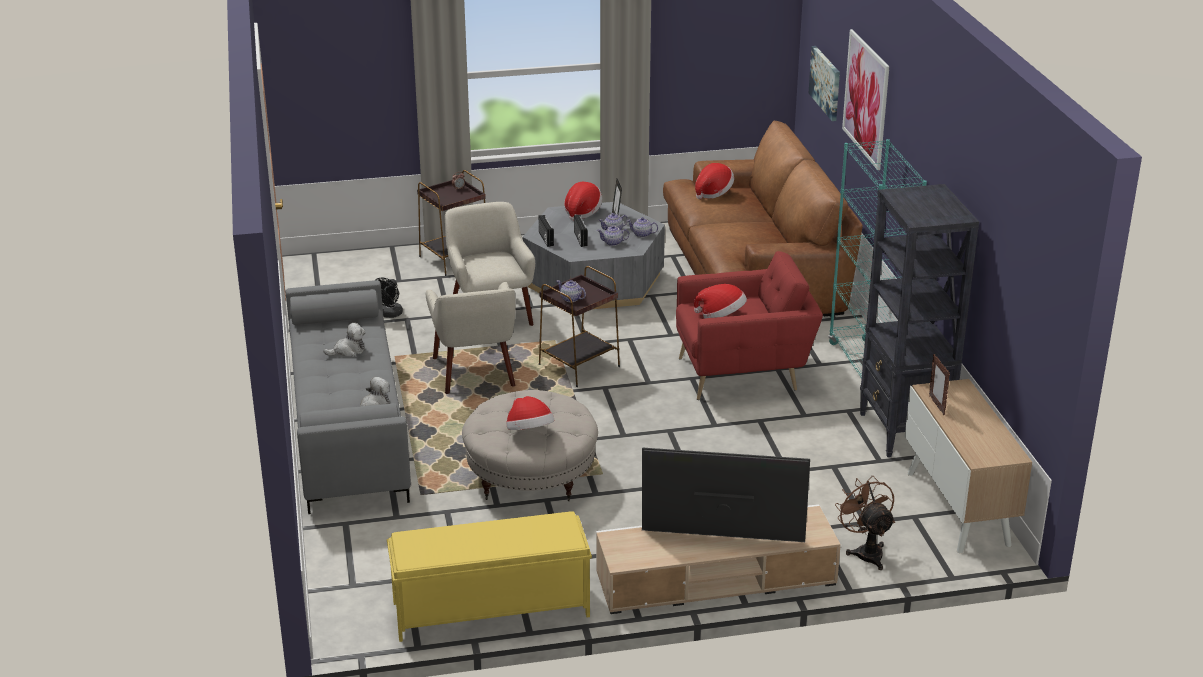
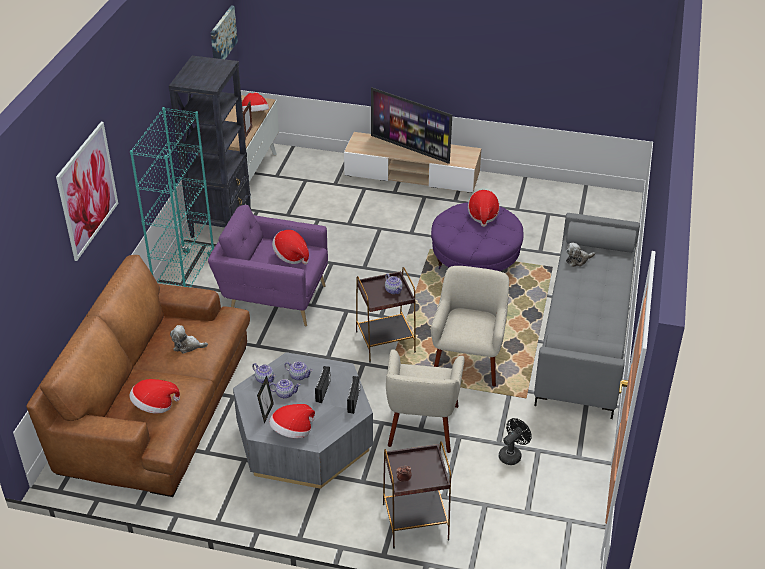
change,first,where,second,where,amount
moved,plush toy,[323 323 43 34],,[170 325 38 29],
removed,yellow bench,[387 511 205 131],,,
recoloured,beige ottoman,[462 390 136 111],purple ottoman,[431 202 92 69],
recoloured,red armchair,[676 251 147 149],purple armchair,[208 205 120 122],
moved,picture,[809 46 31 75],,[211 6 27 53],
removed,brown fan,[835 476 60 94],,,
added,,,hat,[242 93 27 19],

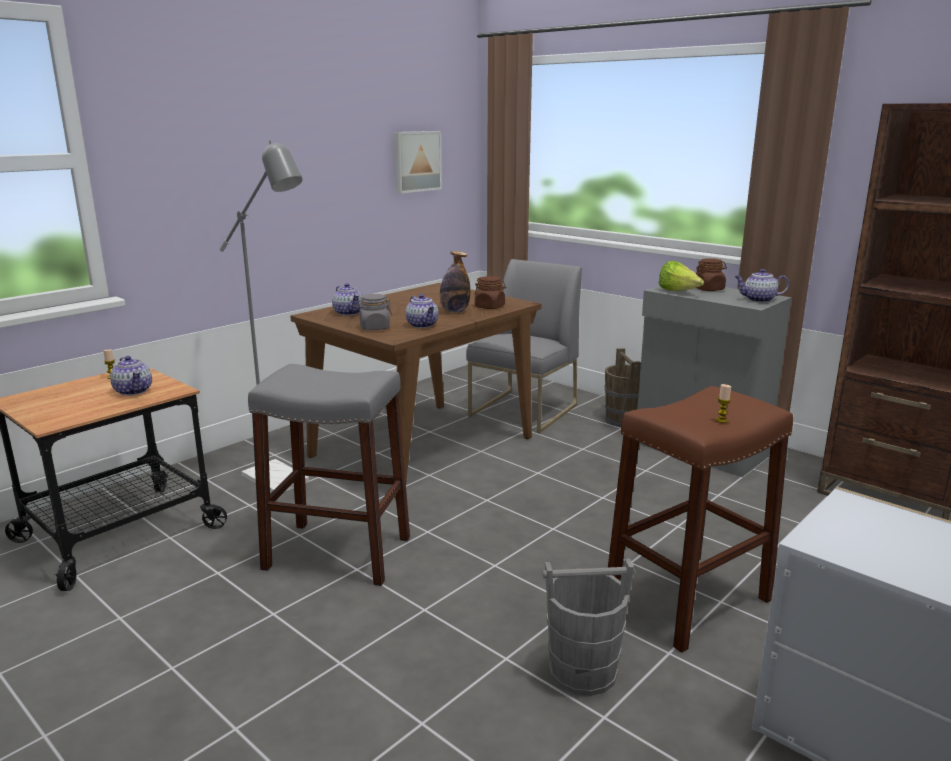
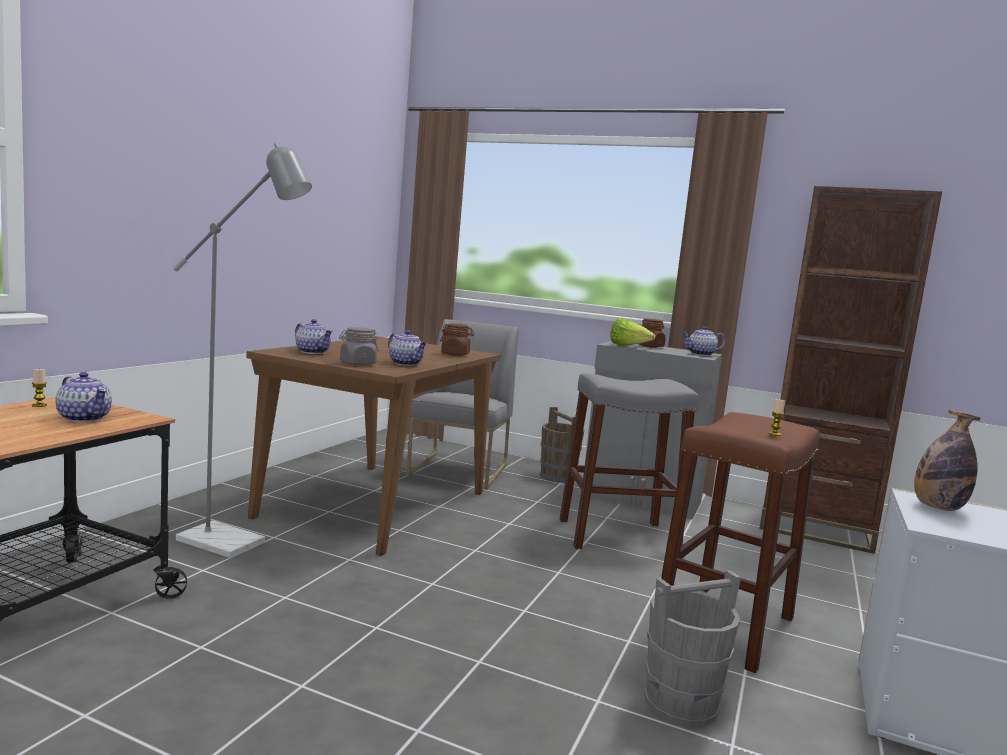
change,first,where,second,where,amount
moved,grey stool,[248 364 162 222],,[560 373 139 176],
removed,picture,[394 131 48 63],,,
moved,bottle,[440 251 30 62],,[914 410 66 101],

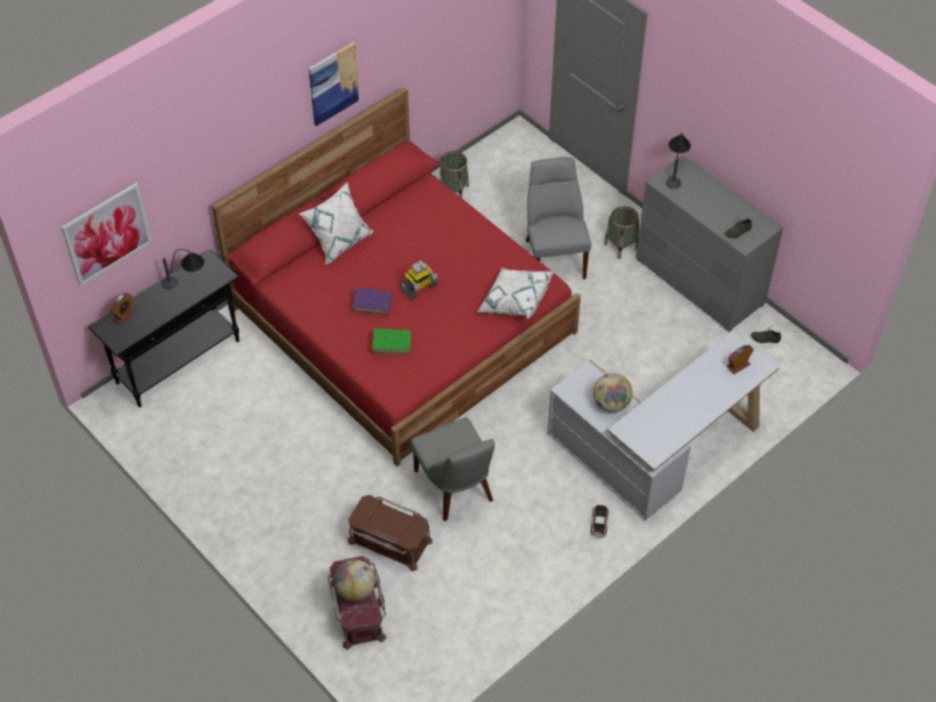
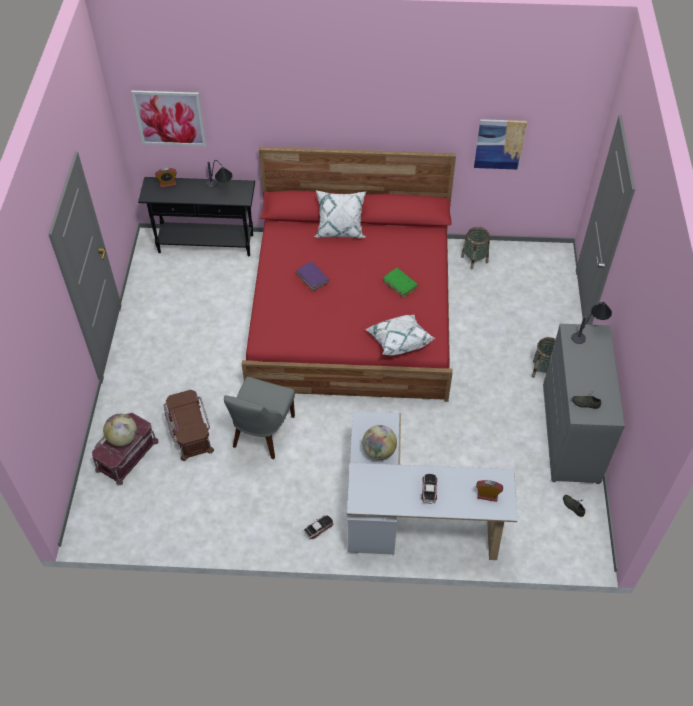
change,first,where,second,where,amount
moved,picture,[309 42 51 84],,[474 119 53 51],
moved,green book,[372 328 39 26],,[383 268 35 30],
removed,toy robot,[400 260 38 40],,,
removed,grey chair,[526 157 65 122],,,
added,,,toy car,[421 474 16 30],

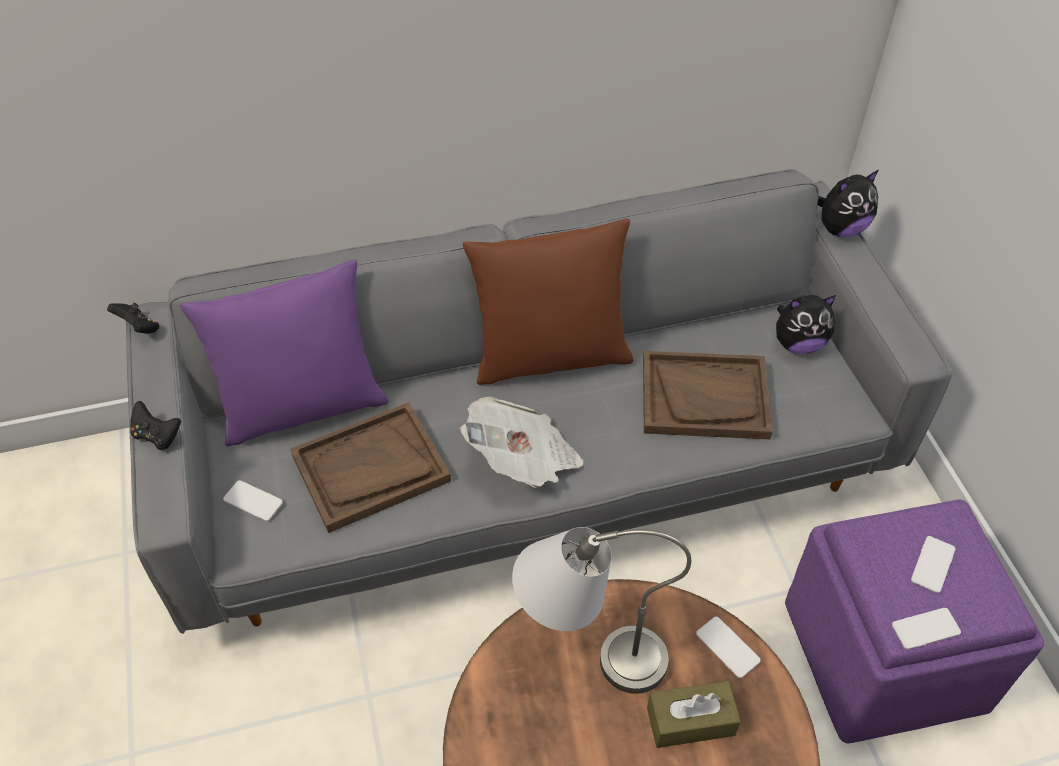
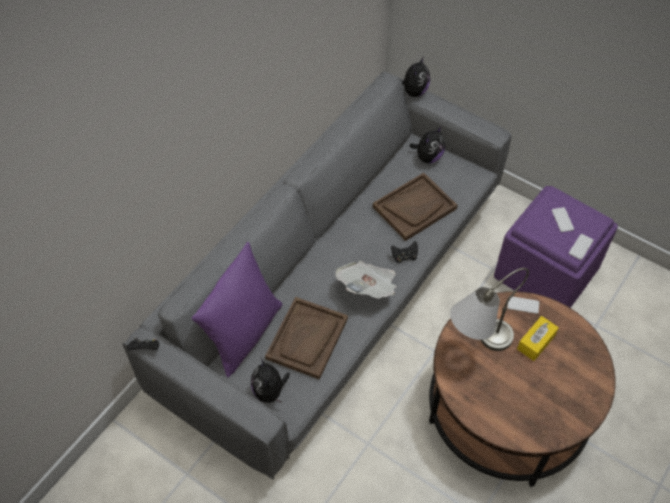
change,first,where,second,where,amount
moved,black game controller,[130 401 51 49],,[391 241 27 22],
replaced,phone,[223 480 60 41],plush toy,[251 359 39 44],
removed,brown pillow,[463 218 171 167],,,
recoloured,brown tissue box,[647 681 94 67],yellow tissue box,[517 316 42 45],

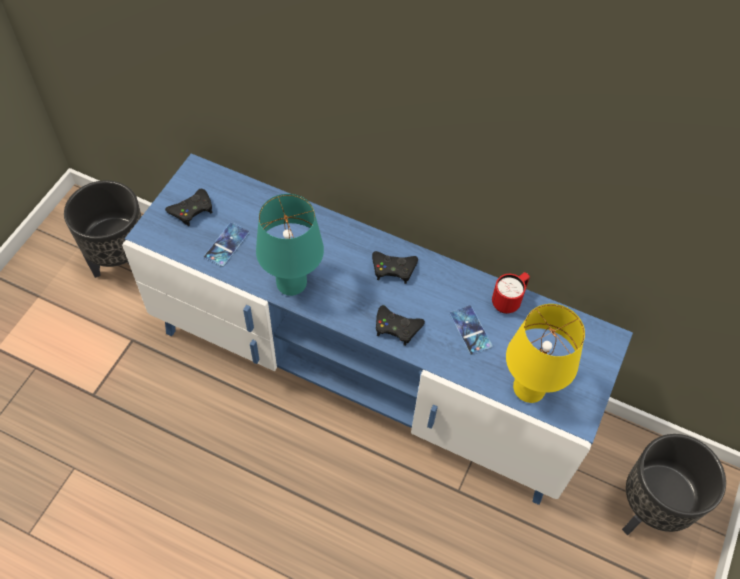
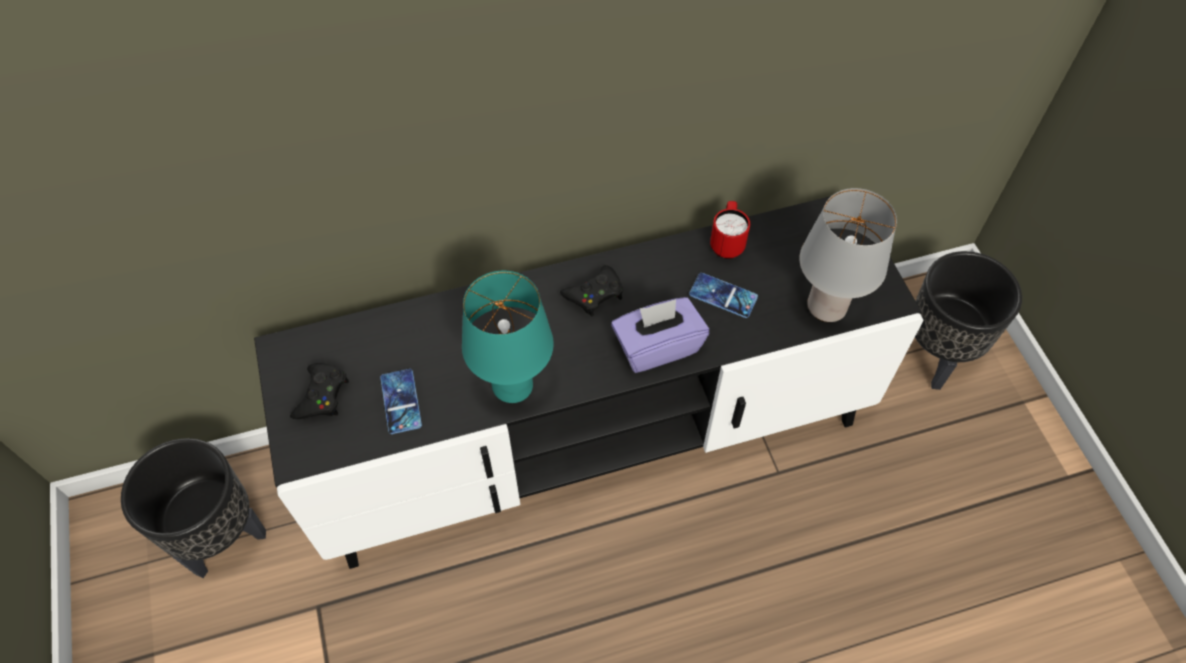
change,first,where,second,where,amount
recoloured,blue tv stand,[122 153 511 352],black tv stand,[254 196 669 373],
replaced,black game controller,[376 305 49 41],purple tissue box,[611 297 98 76],
recoloured,yellow table lamp,[506 304 79 99],grey table lamp,[799 188 98 134],

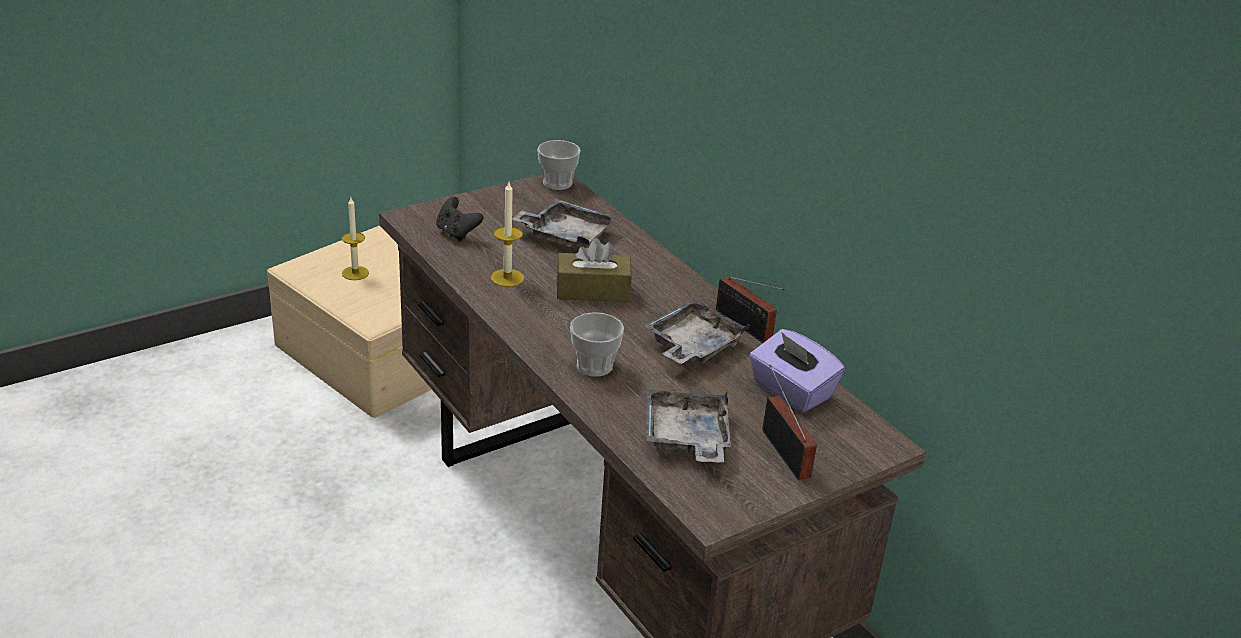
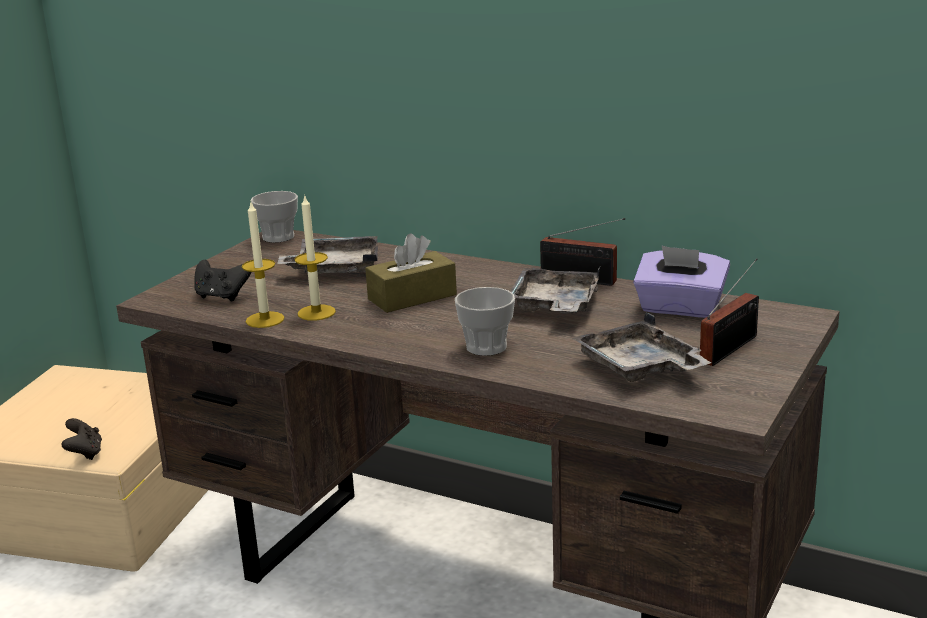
change,first,where,second,where,amount
moved,candle,[342 198 27 82],,[242 202 43 126],
turned,radio,[762 365 55 115],,[700 258 59 108],90 degrees clockwise
added,,,black game controller,[61 418 41 42],

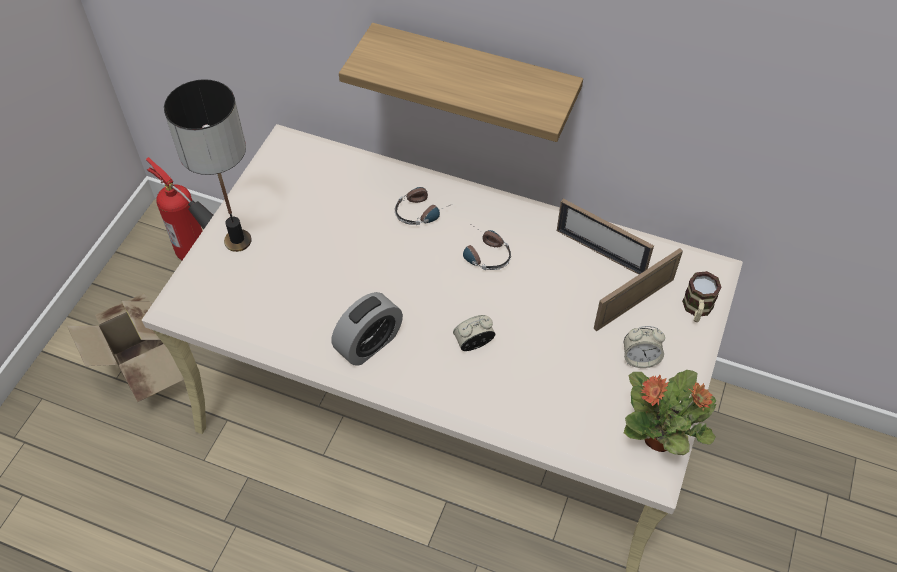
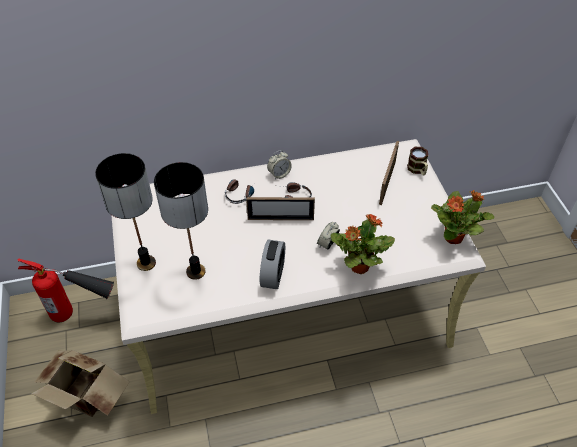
change,first,where,second,where,amount
removed,shelf,[339 23 244 119],,,
moved,picture frame,[557 199 97 76],,[246 197 69 23],
moved,alarm clock,[624 326 41 42],,[267 150 25 29],
added,,,table lamp,[154 162 54 118],
added,,,potted plant,[331 214 64 60],

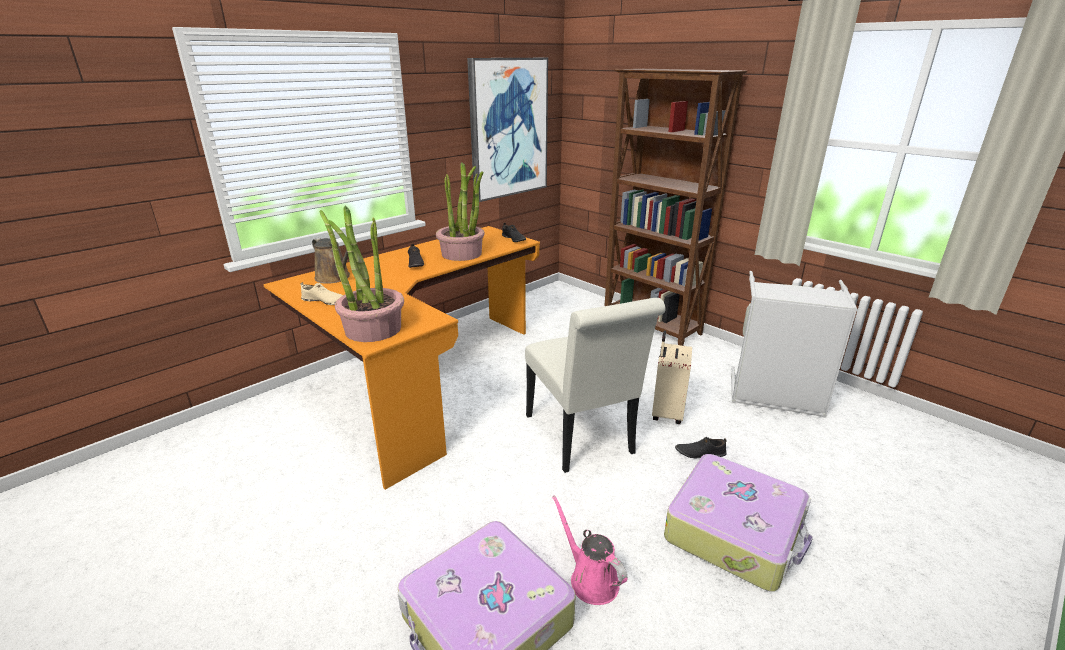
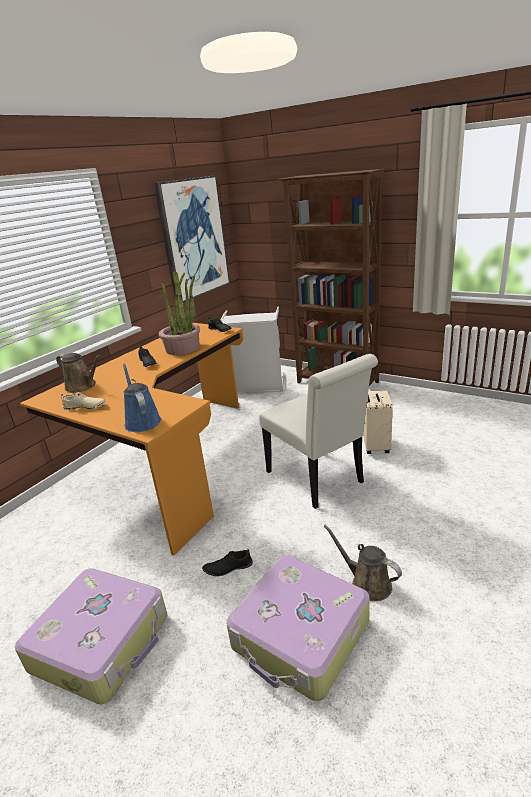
change,first,where,second,where,amount
replaced,potted plant,[319 206 85 136],blue watering can,[123 364 38 68],
recoloured,pink watering can,[552 495 75 110],brown watering can,[324 525 78 76],
moved,suitcase,[664 454 149 137],,[15 568 152 136],
moved,black shoe,[675 437 52 21],,[202 549 51 27],
moved,grey laundry basket,[731 271 127 147],,[220 307 65 87],

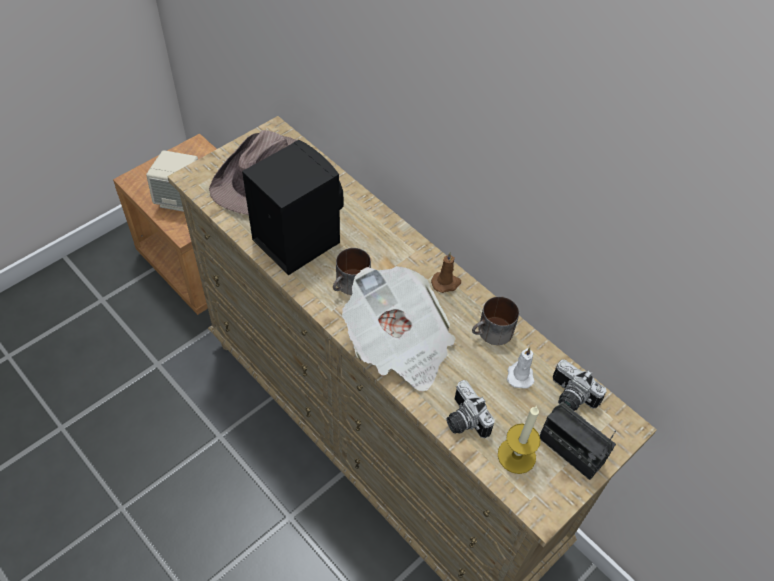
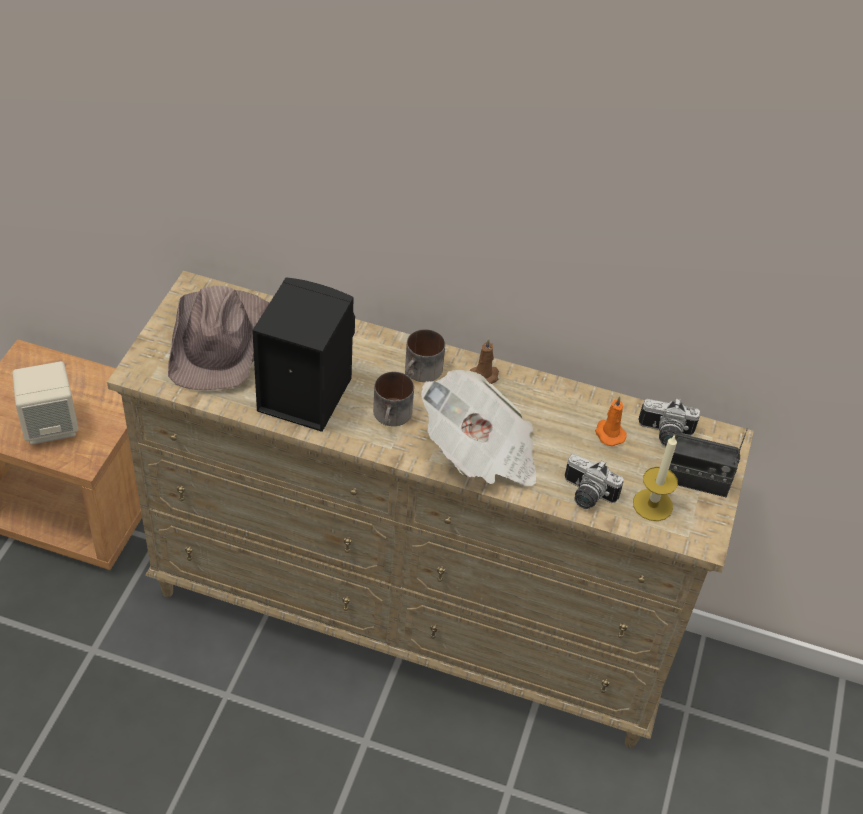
change,first,where,second,where,amount
moved,mug,[472 296 47 49],,[405 329 40 53],
recoloured,white candle,[507 347 27 42],orange candle,[595 396 32 50],

